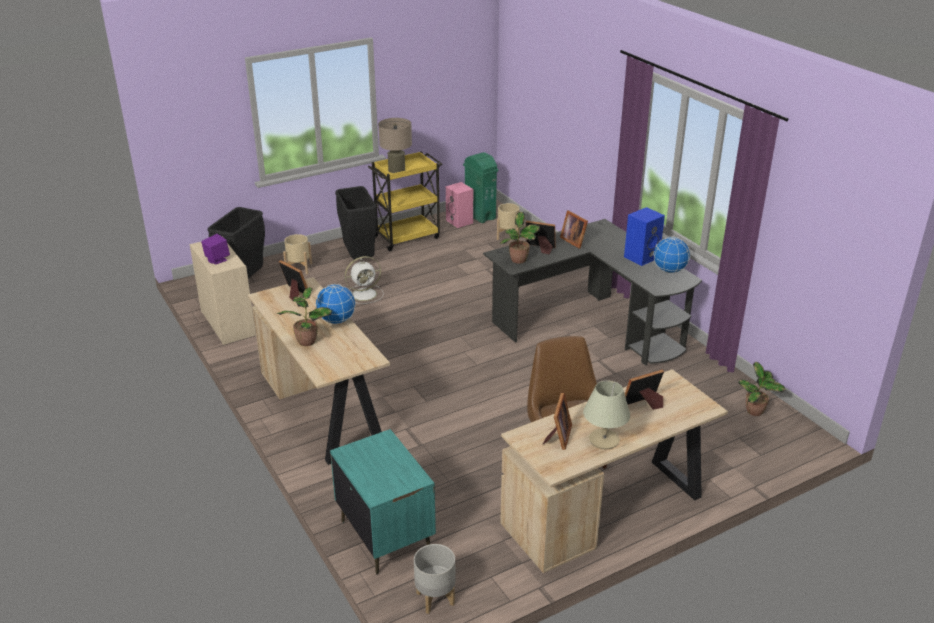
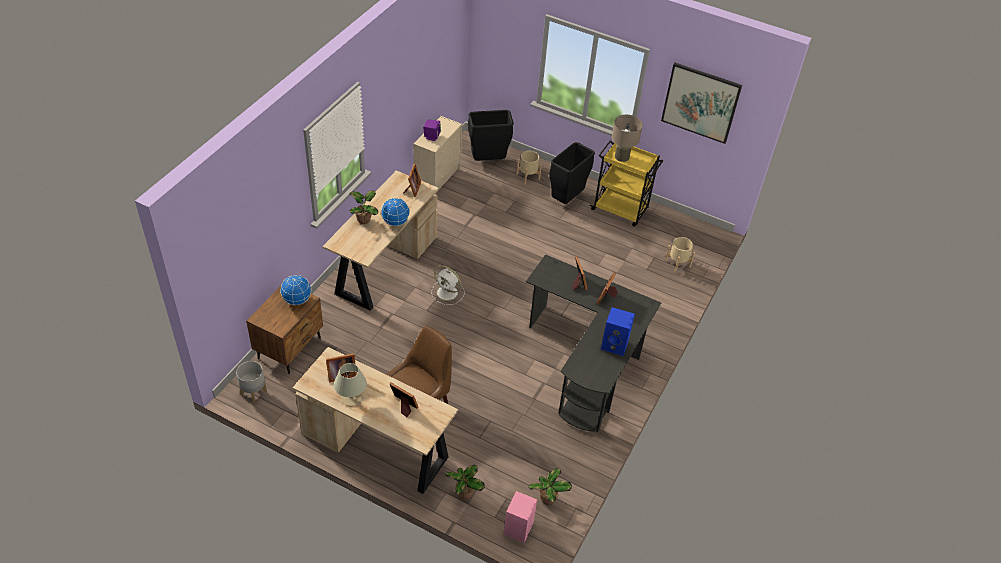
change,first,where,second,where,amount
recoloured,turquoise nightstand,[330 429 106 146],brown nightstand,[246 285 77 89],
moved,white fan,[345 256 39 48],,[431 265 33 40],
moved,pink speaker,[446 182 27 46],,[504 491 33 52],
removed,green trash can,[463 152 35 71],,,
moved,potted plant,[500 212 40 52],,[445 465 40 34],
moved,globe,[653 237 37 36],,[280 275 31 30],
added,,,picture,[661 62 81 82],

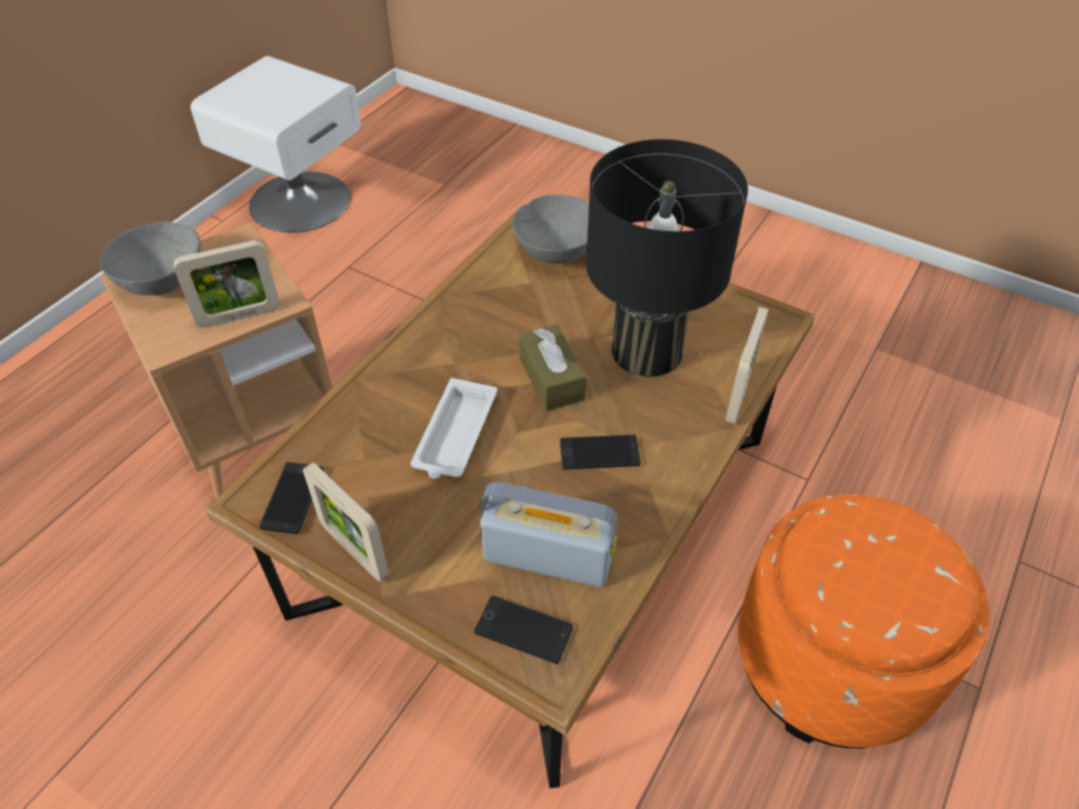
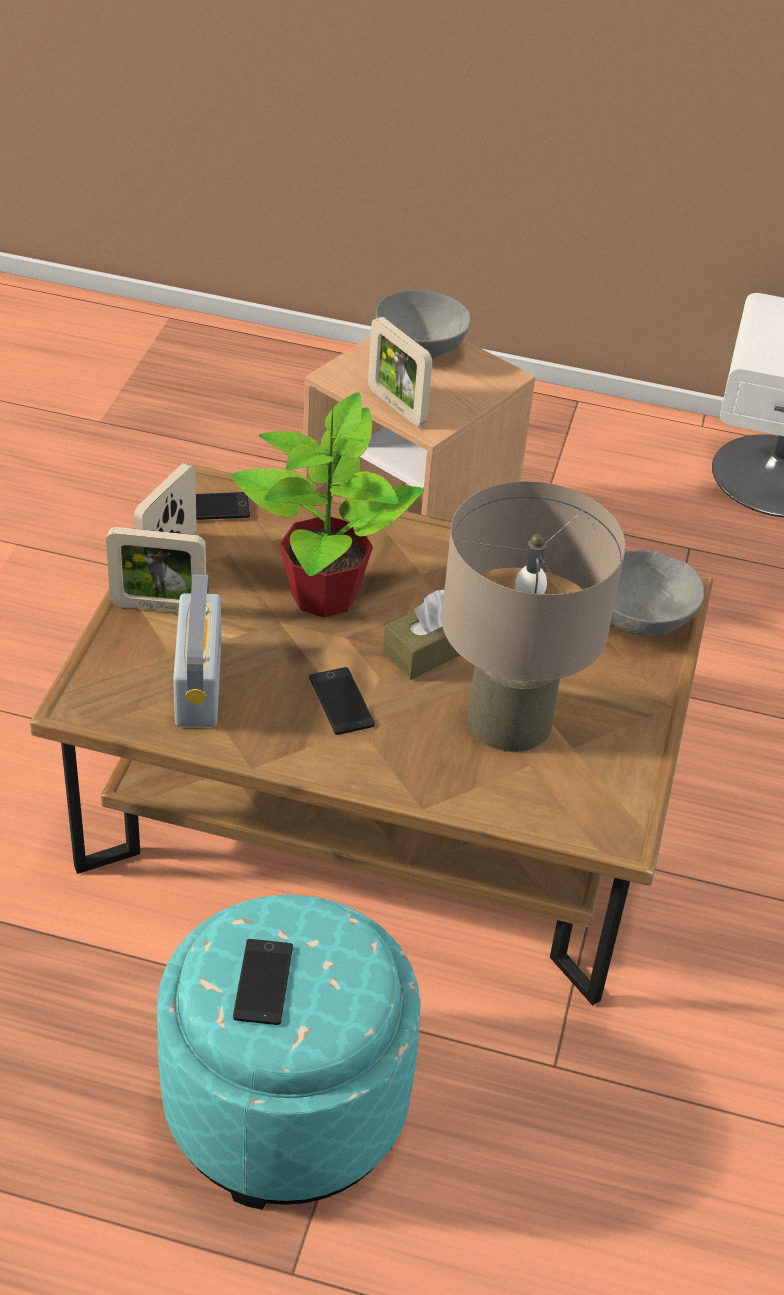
change,first,where,second,where,amount
replaced,white tray,[411 378 86 101],potted plant,[231 392 193 225],
moved,phone,[475 596 98 68],,[233 939 60 86],
recoloured,black table lamp,[586 139 162 238],beige table lamp,[441 481 185 271],
moved,picture frame,[725 307 43 117],,[106 527 100 86],
recoloured,orange ottoman,[738 495 251 254],turquoise ottoman,[157 895 264 315],

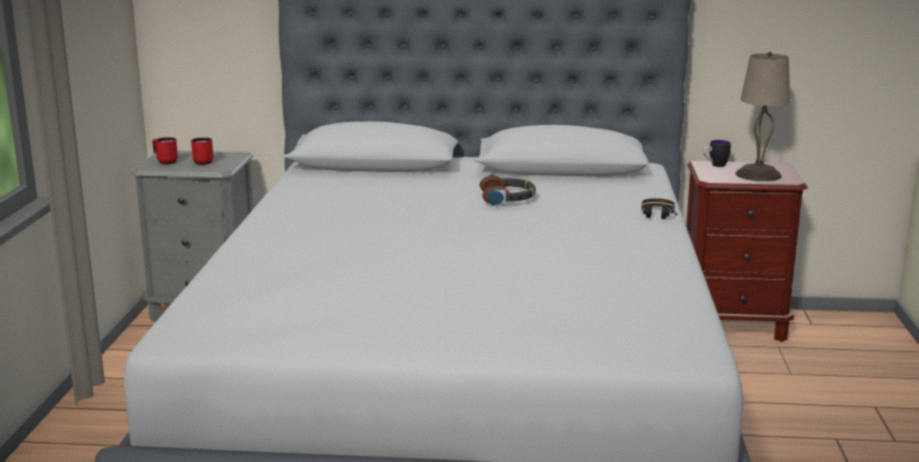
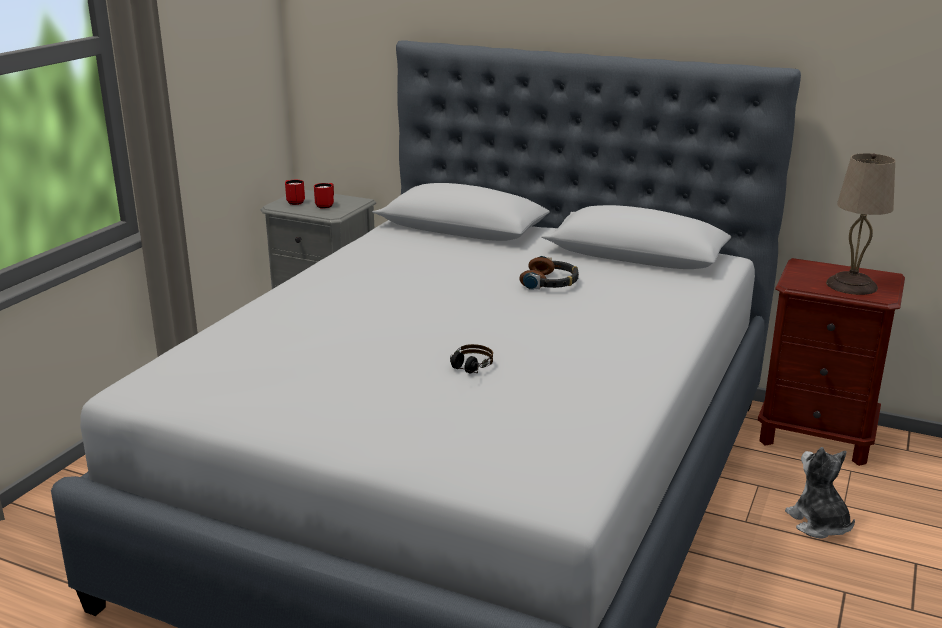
change,first,where,second,where,amount
moved,headphones,[641 198 37 21],,[450 344 43 30],
removed,mug,[703 140 28 27],,,
added,,,plush toy,[785 447 70 92],

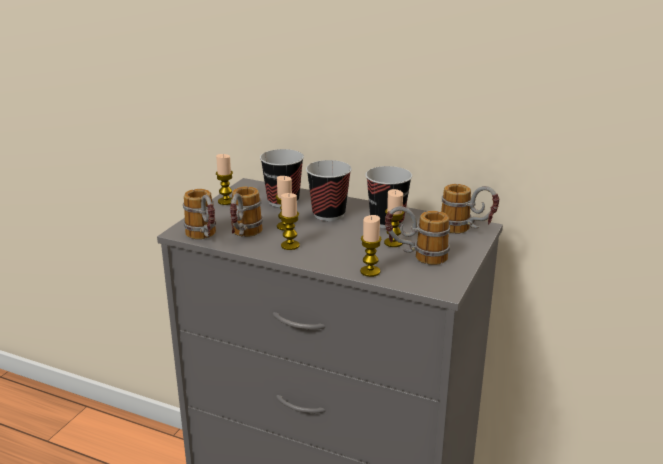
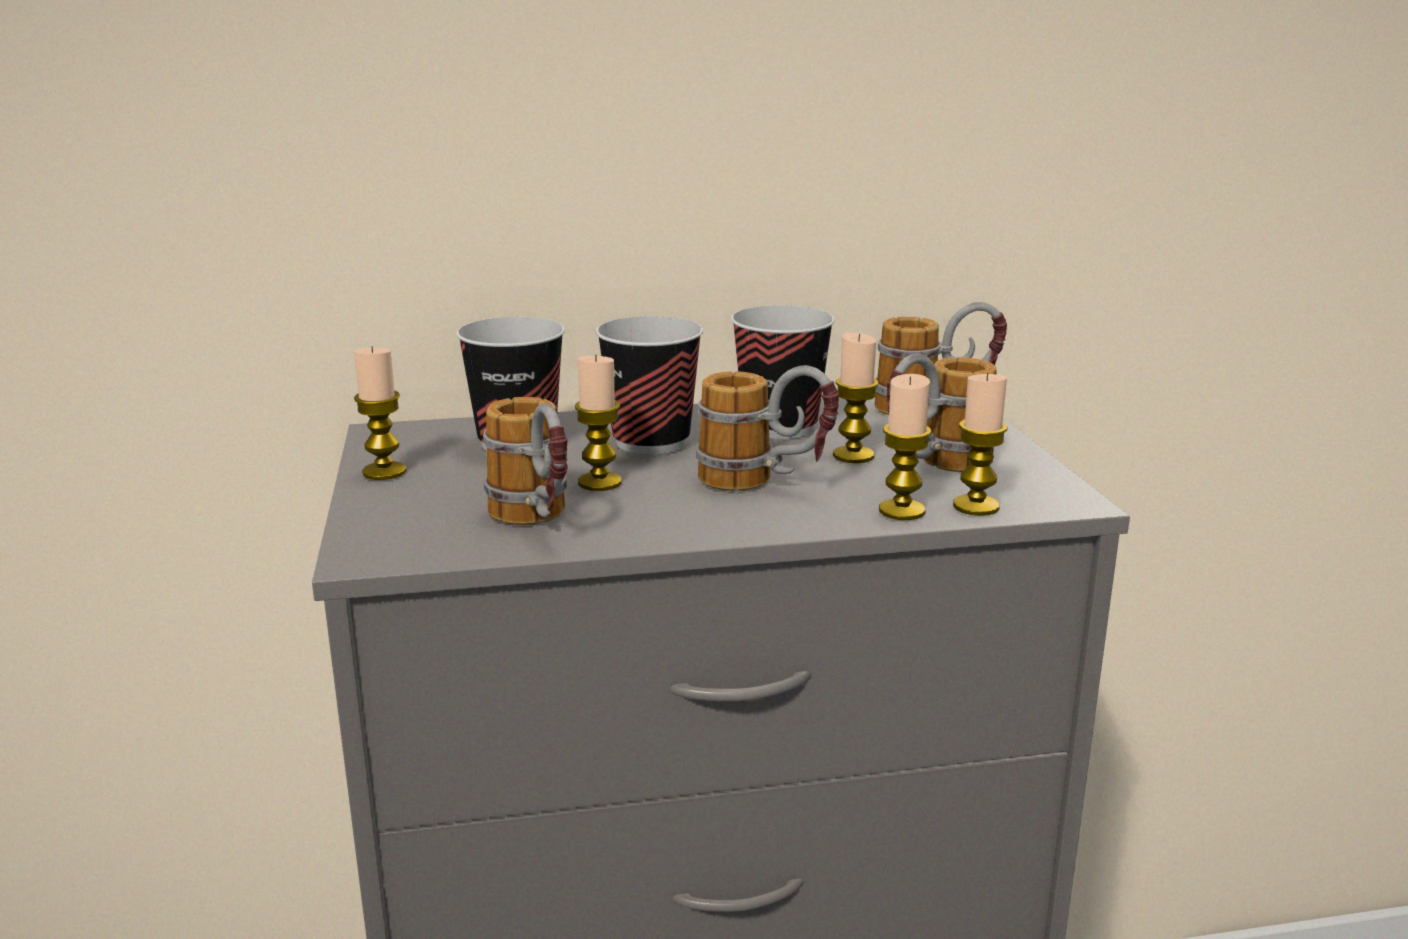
change,first,where,second,where,amount
moved,mug,[183 189 33 50],,[696 365 143 126],
moved,candle,[280 193 20 57],,[953 373 55 143],

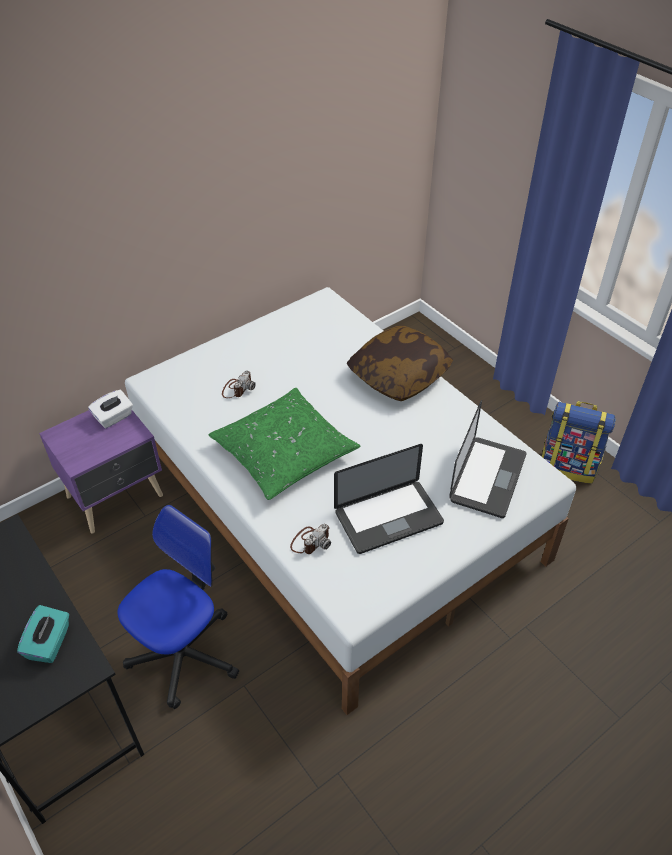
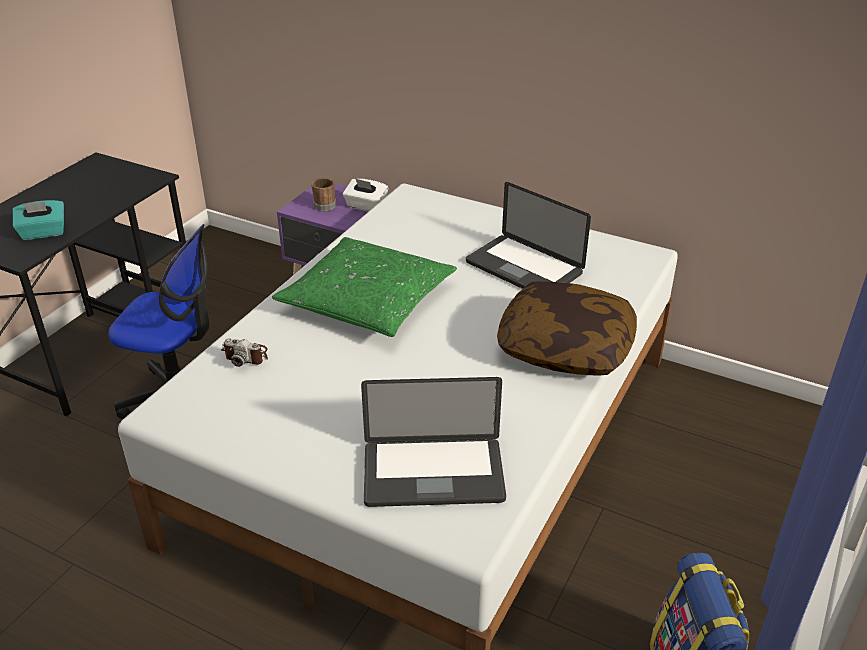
change,first,where,second,where,amount
removed,photo camera,[222 370 34 28],,,
moved,laptop,[334 444 110 110],,[466 182 125 107],
added,,,brown mug,[311 178 25 33],

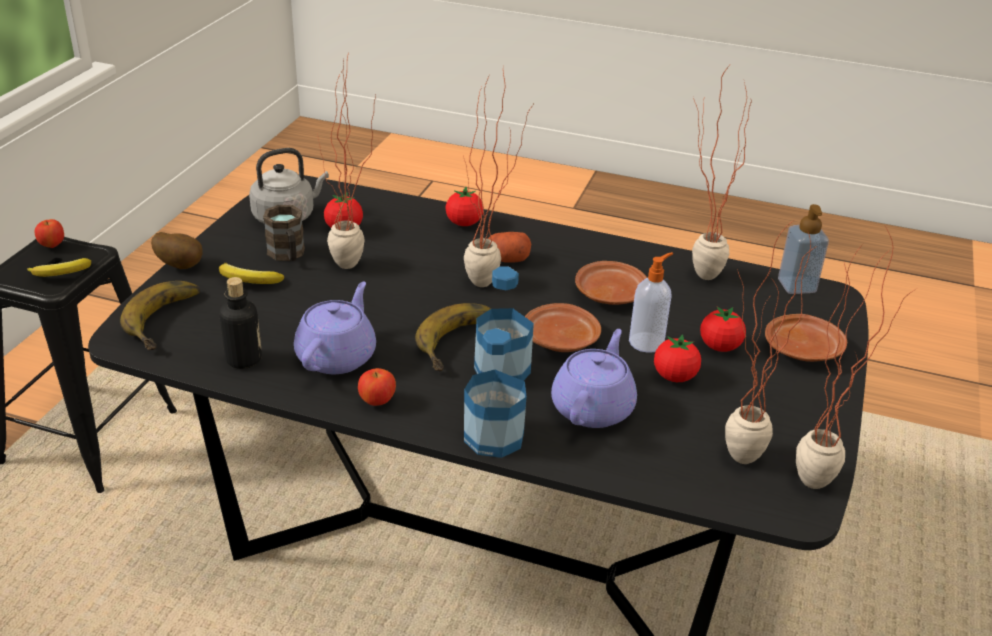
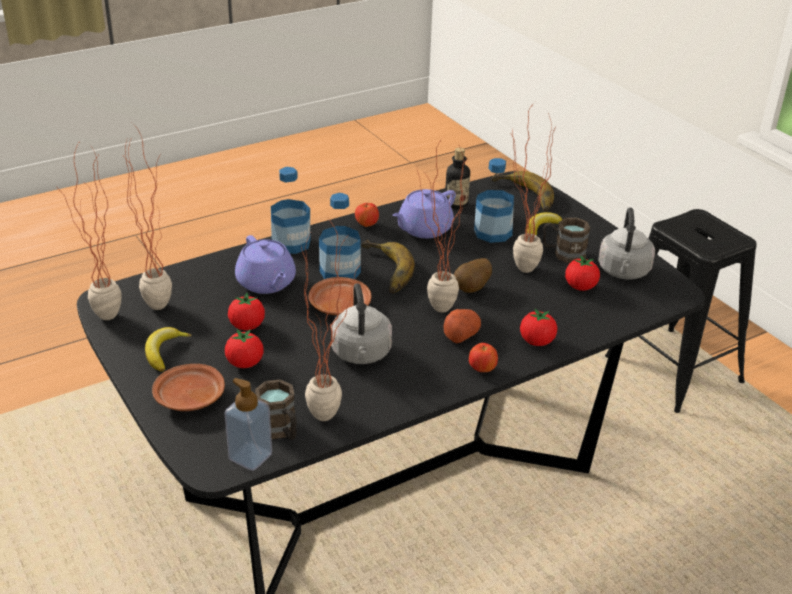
change,first,where,second,where,amount
moved,banana,[27 258 64 19],,[145 327 47 45],
moved,apple,[35 219 29 29],,[469 343 29 29],
moved,potato,[151 232 52 37],,[454 258 38 35],
turned,purple teapot,[294 281 82 93],,[393 189 63 49],75 degrees clockwise
replaced,brown plate,[575 261 72 44],grey kettle,[331 283 61 81],
removed,soap dispenser,[629 252 44 101],,,
added,,,brown mug,[255 379 42 61],
added,,,bottle,[474 158 40 85],

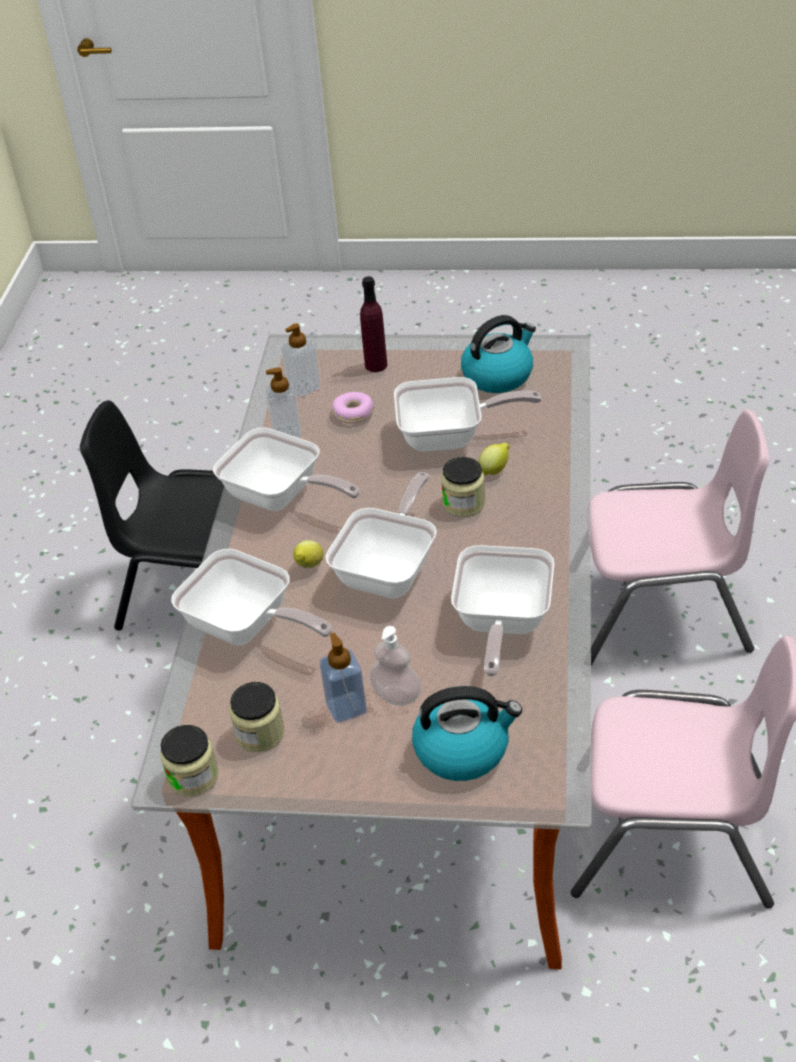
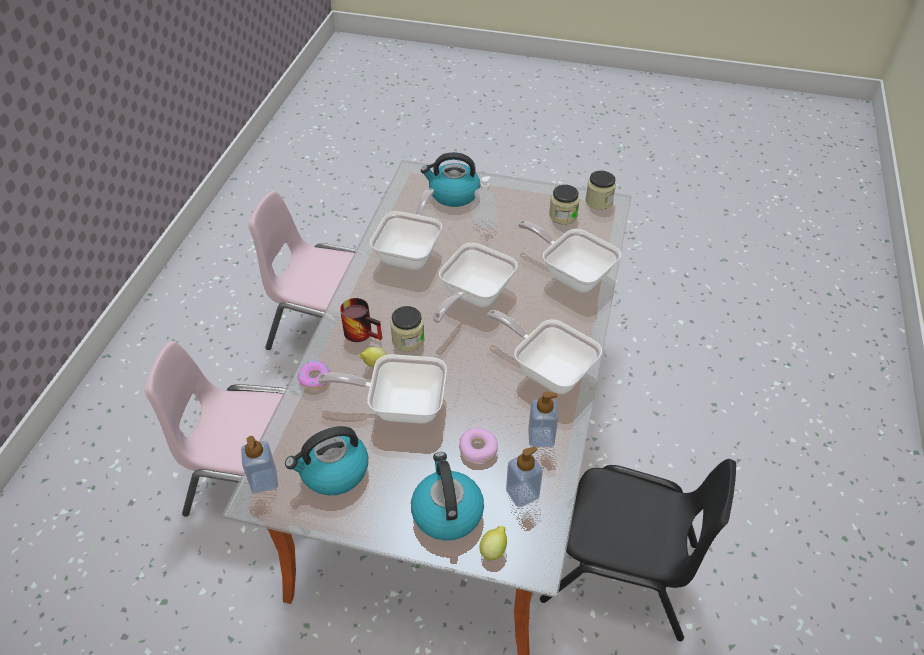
change,first,where,second,where,amount
moved,lemon,[293 540 31 28],,[479 526 28 35],
moved,soap dispenser,[320 633 47 90],,[241 436 37 57],
replaced,purple bottle,[360 276 27 96],kettle,[411 452 73 89],
added,,,donut,[297 361 33 29],
added,,,mug,[340 298 42 44],

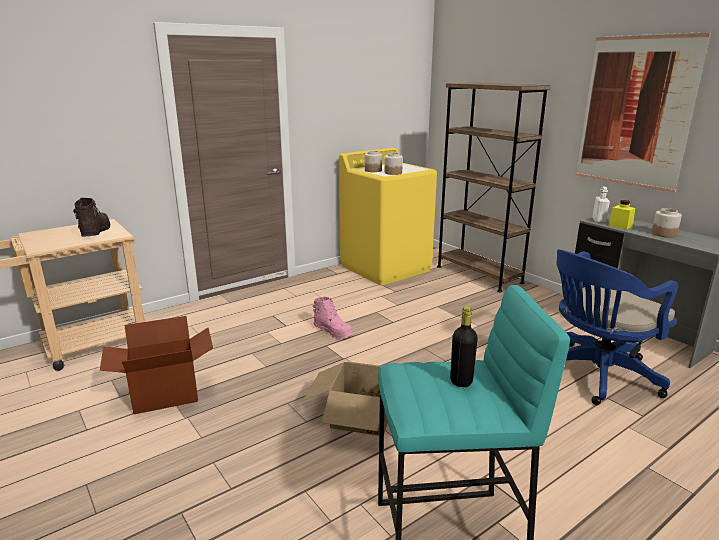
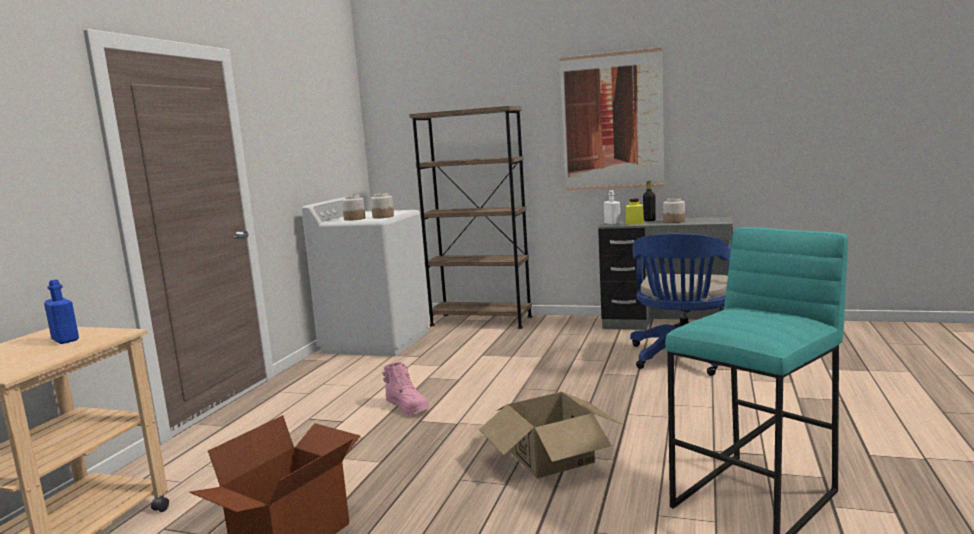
change,first,where,second,where,amount
replaced,brown boot,[73 198 38 39],blue bottle,[44 279 35 65],
turned,pink boot,[313 297 40 42],,[382 362 48 54],45 degrees clockwise
recoloured,yellow washing machine,[339 148 98 138],white washing machine,[302 197 128 160],
moved,black bottle,[450 306 28 81],,[643 180 13 41],

